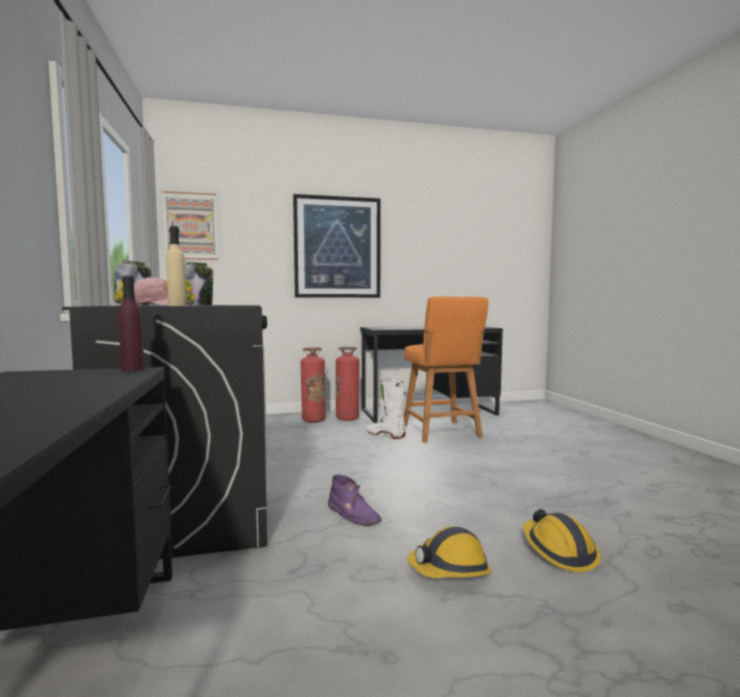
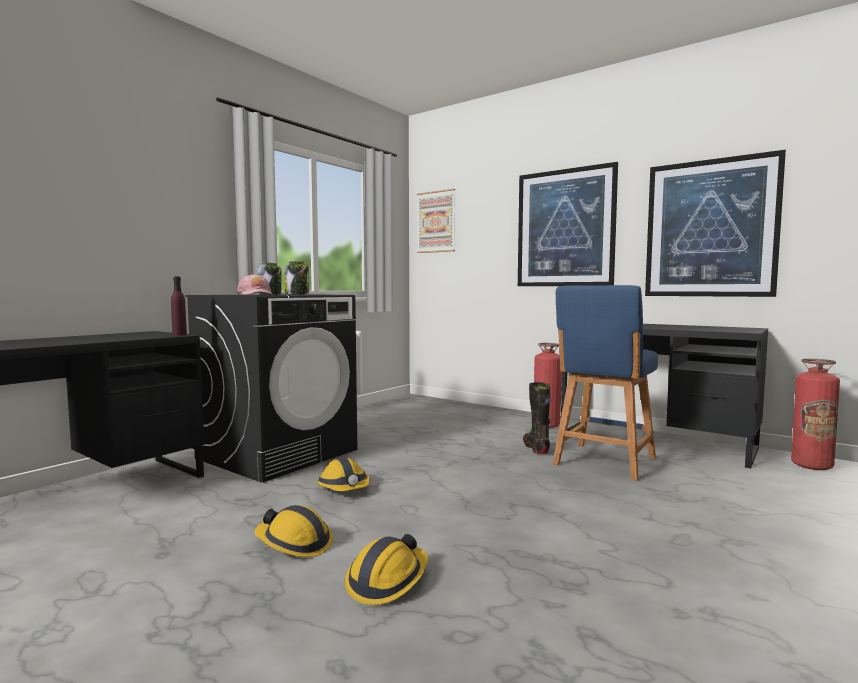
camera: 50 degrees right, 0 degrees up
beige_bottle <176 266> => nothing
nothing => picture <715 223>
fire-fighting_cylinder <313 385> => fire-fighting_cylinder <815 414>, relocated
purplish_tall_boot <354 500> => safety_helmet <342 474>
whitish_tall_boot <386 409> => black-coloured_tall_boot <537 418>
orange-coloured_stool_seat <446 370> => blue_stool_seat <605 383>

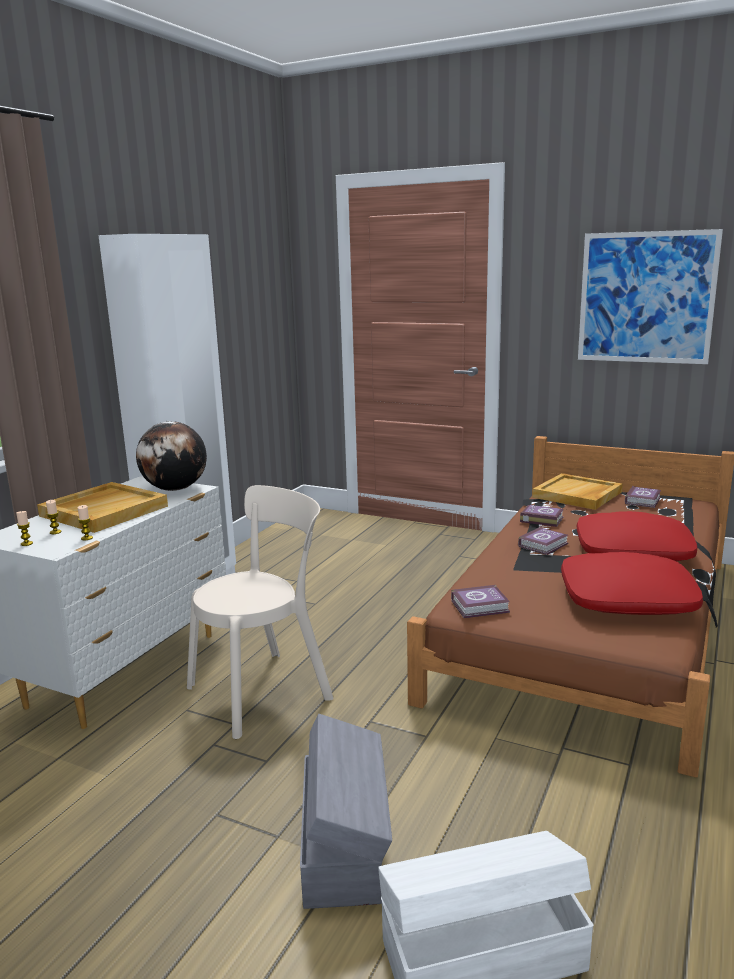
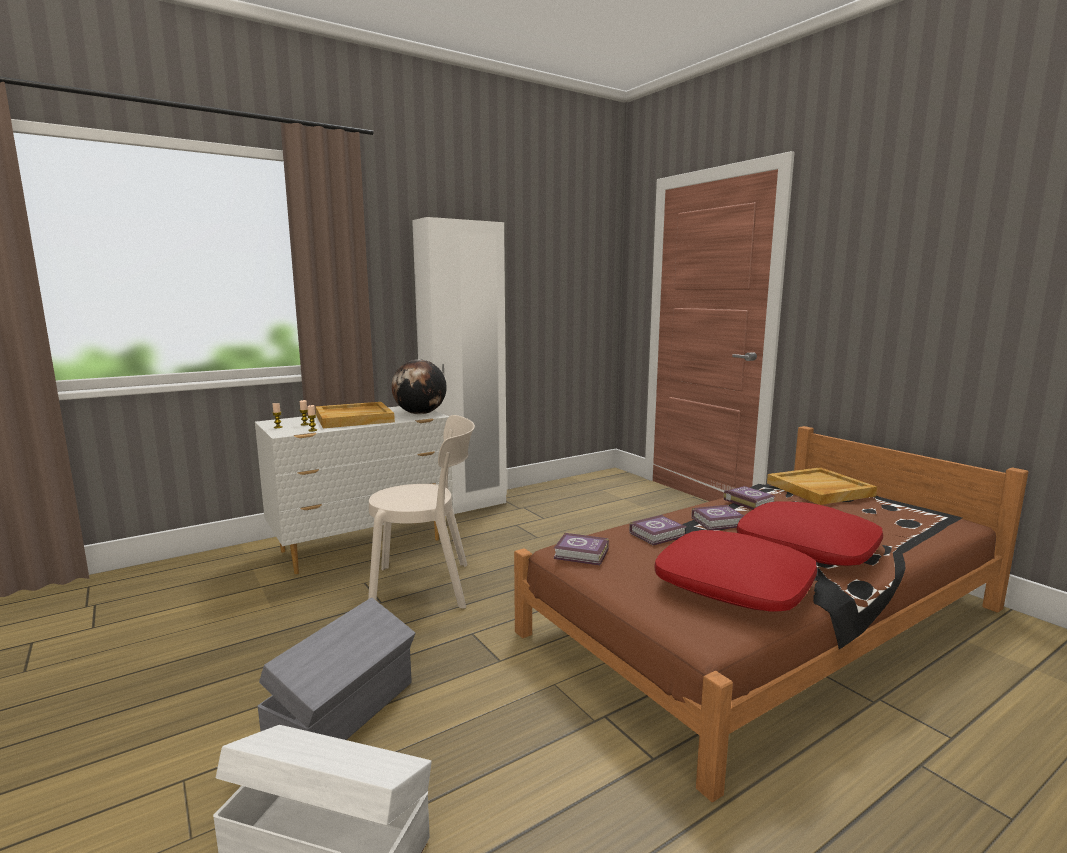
camera: 30 degrees right, 5 degrees down
picture <650 296> => nothing
book <643 497> => book <657 530>, relocated

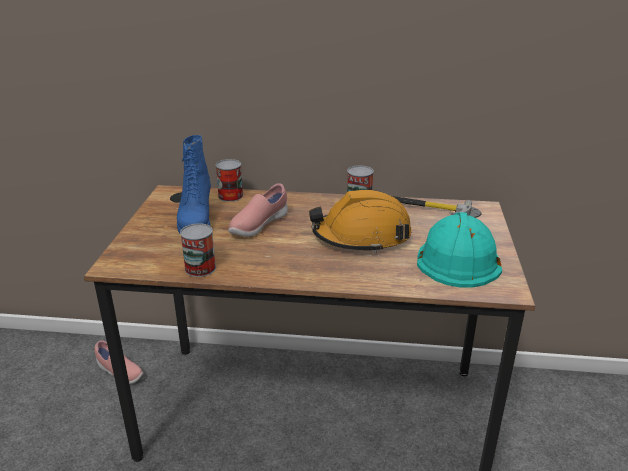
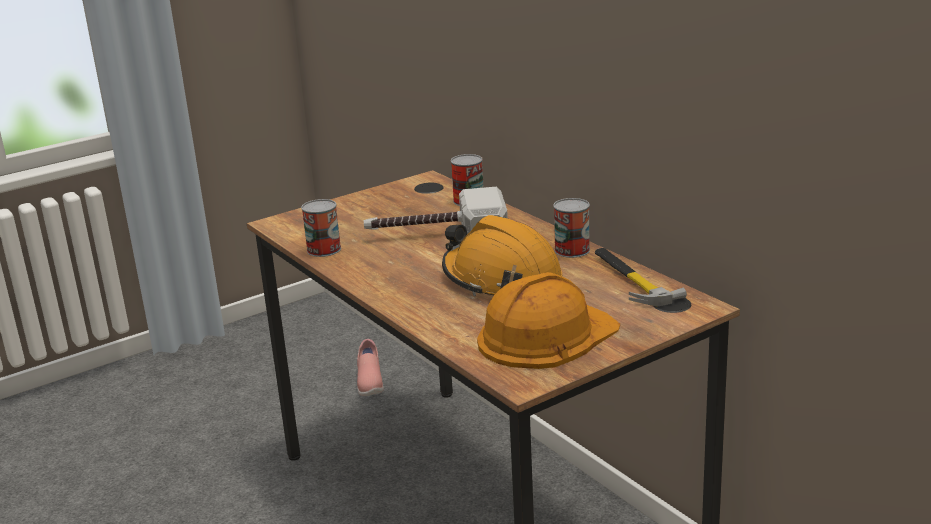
camera: 50 degrees right, 5 degrees down
blue_tall_boot <194 184> => nothing
pink-coloured_shoe <258 210> => tool_hammer <436 210>
turquoise_safety_helmet <459 250> => orange-coloured_safety_helmet <548 320>

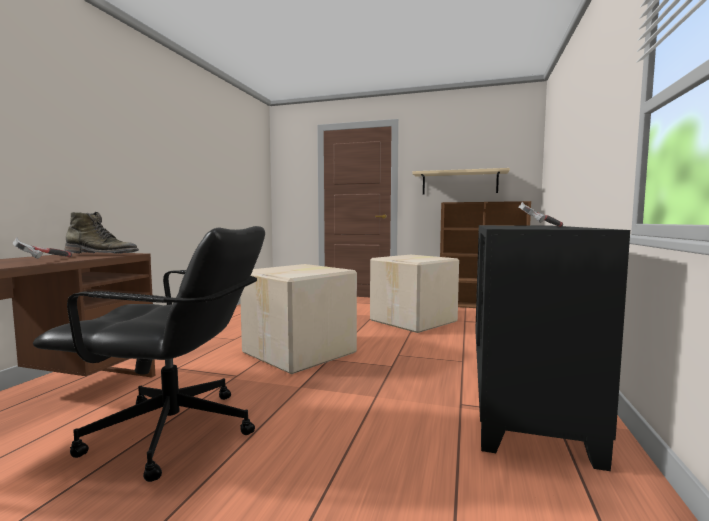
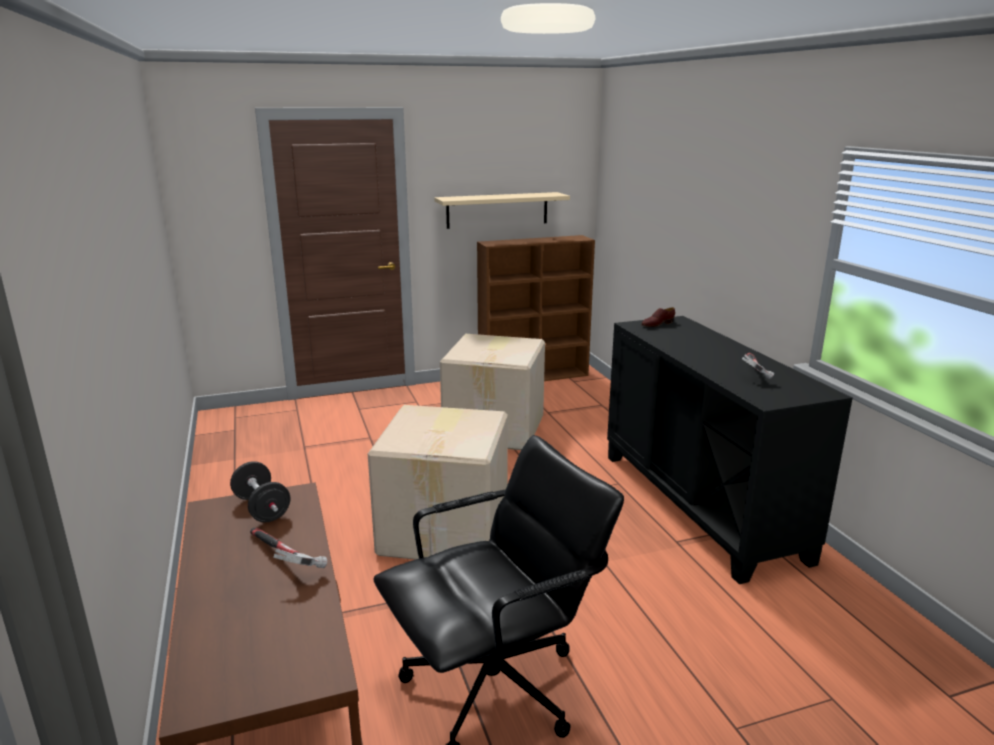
camera: 35 degrees left, 15 degrees up
nothing => brown_shoe <658 317>
green-coloured_tall_boot <101 232> => black-coloured_hand_weight <260 491>

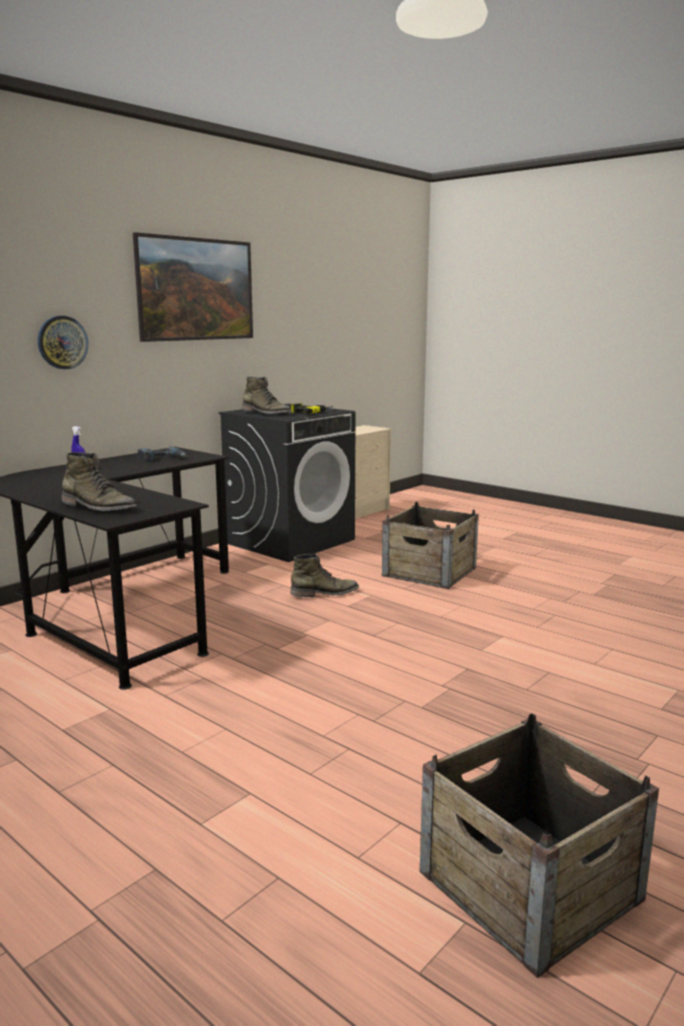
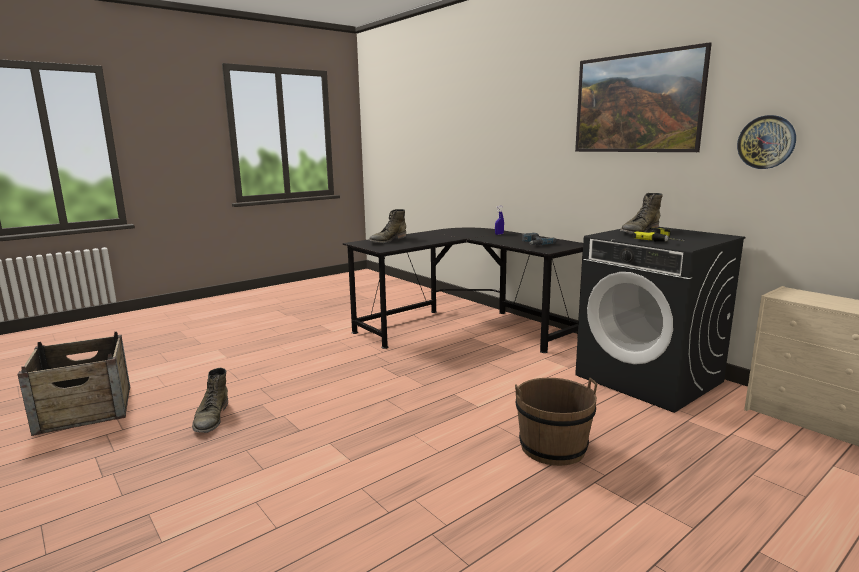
camera: 100 degrees right, 0 degrees up
wall_clock <63 342> => wall_clock <766 142>, relocated
green-coloured_tall_boot <325 575> => green-coloured_tall_boot <210 400>, relocated
crate <430 545> => brown_pail <556 422>

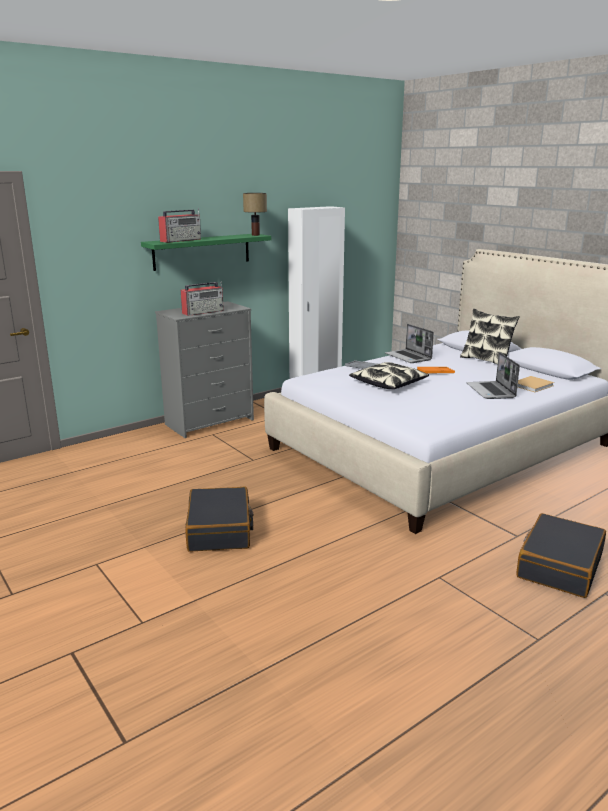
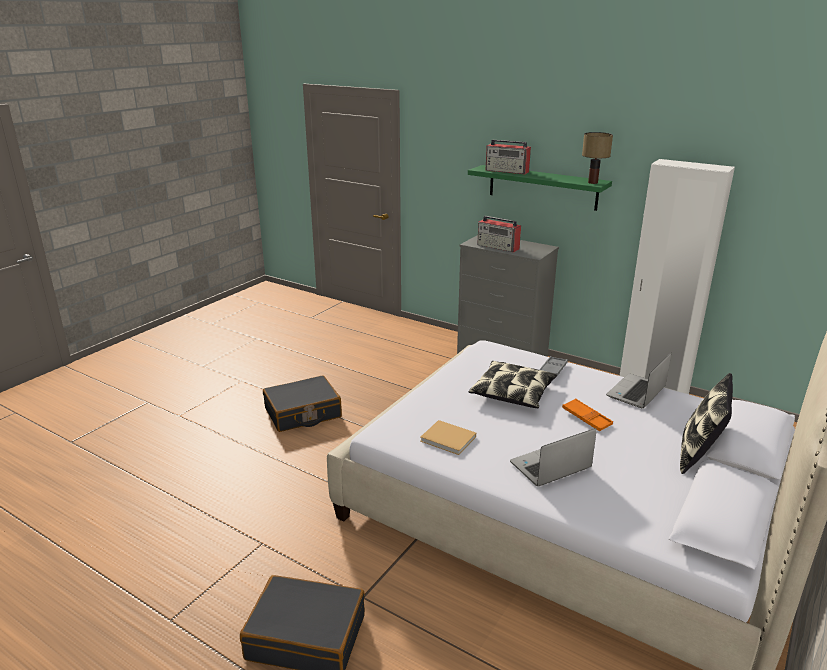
camera: 70 degrees right, 5 degrees up
beige_book <535 384> => beige_book <448 437>, relocated

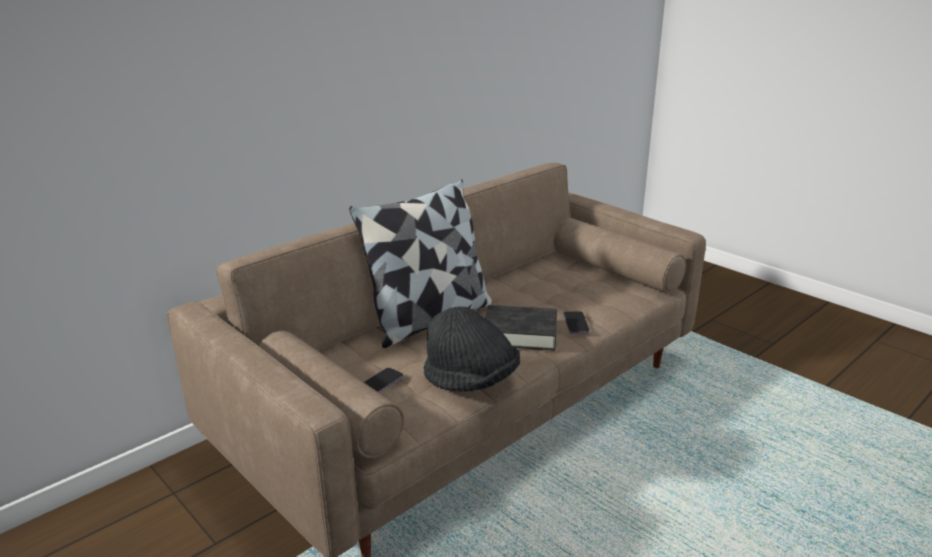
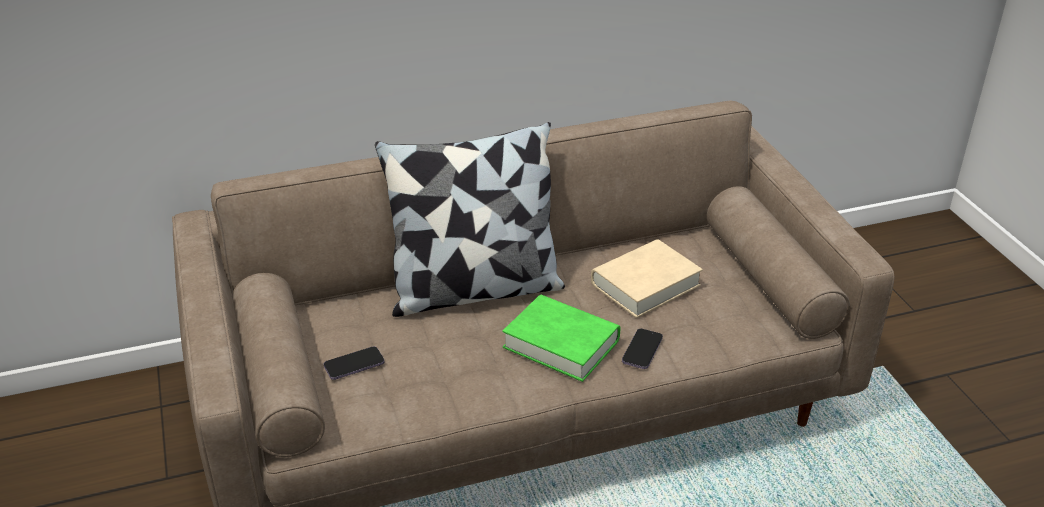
camera: 25 degrees right, 10 degrees up
black-coloured_wearable_hat <472 349> => nothing
nothing => beige_book <647 278>
black-coloured_book <521 327> => green-coloured_book <561 338>

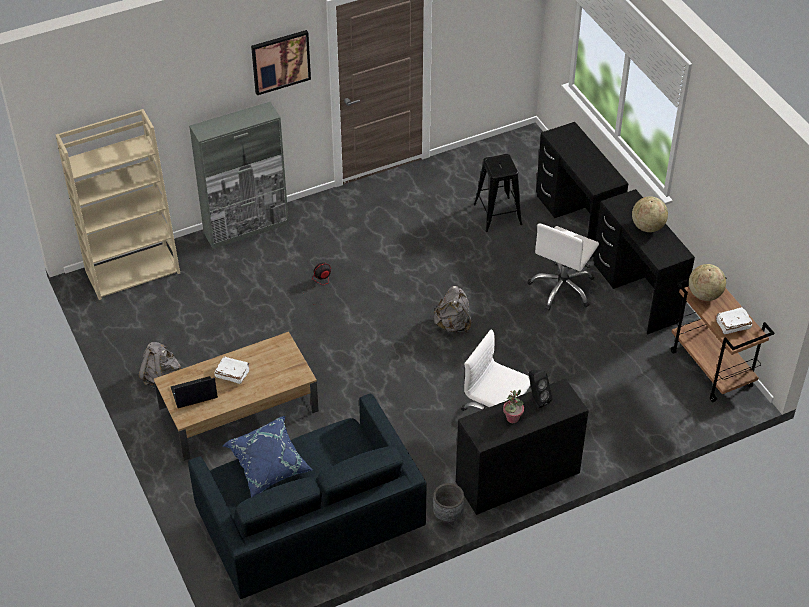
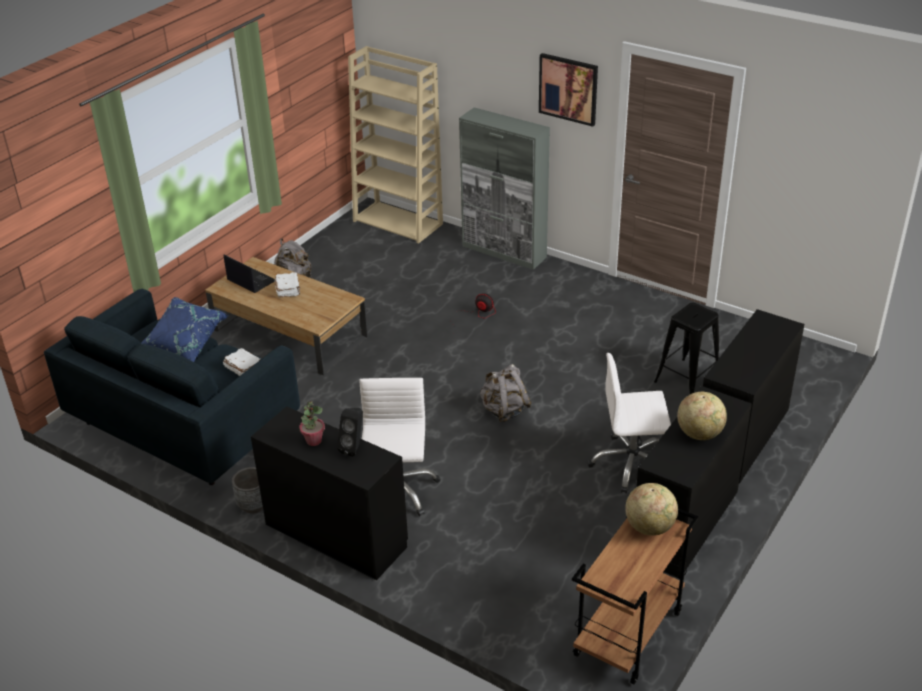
camera: 60 degrees right, 10 degrees down
whitish_book <734 320> => whitish_book <242 362>, relocated

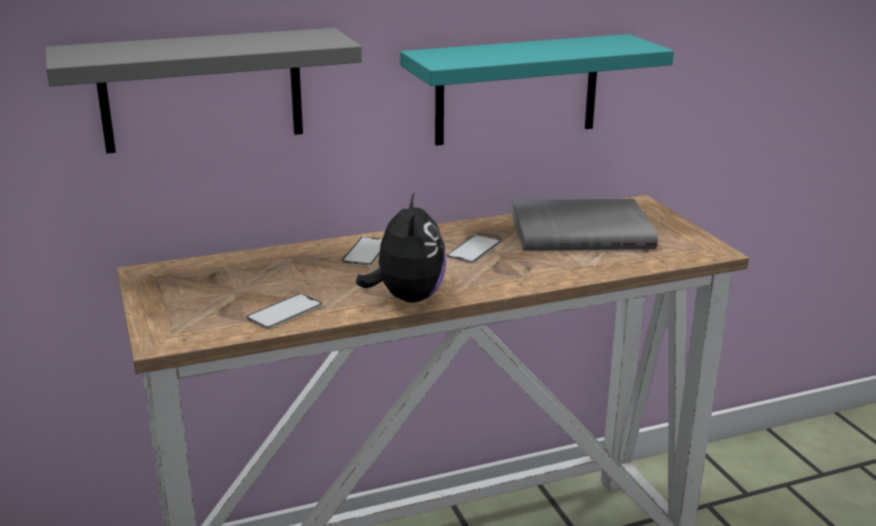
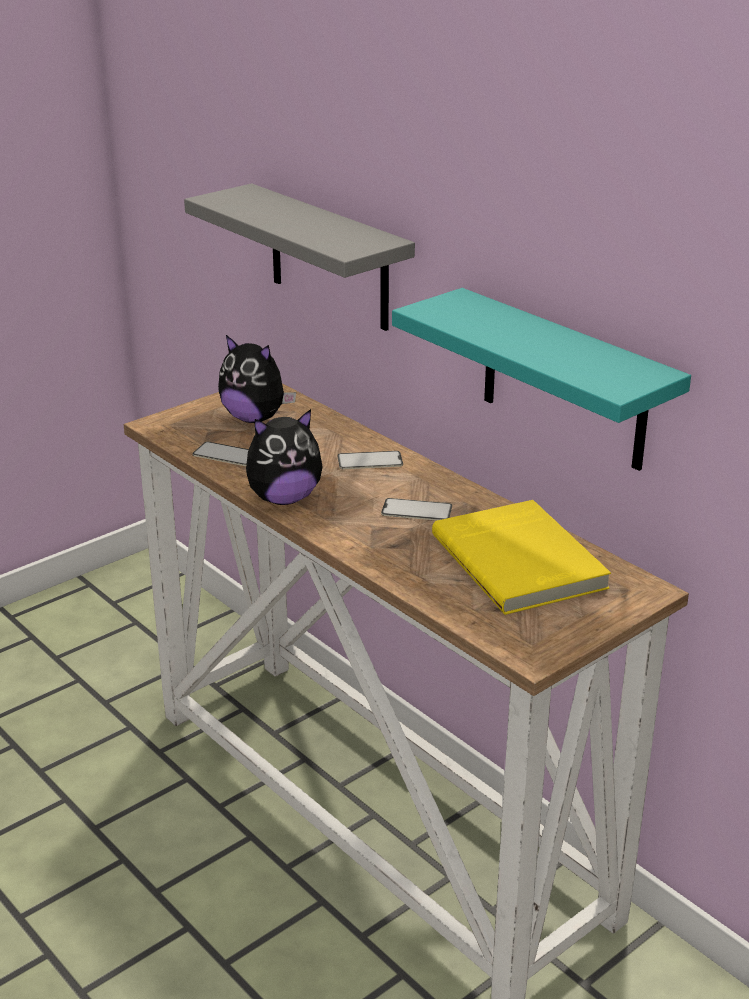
camera: 70 degrees right, 5 degrees up
nothing => soft_toy <257 379>
greyish_book <585 225> => yellowish_book <521 557>

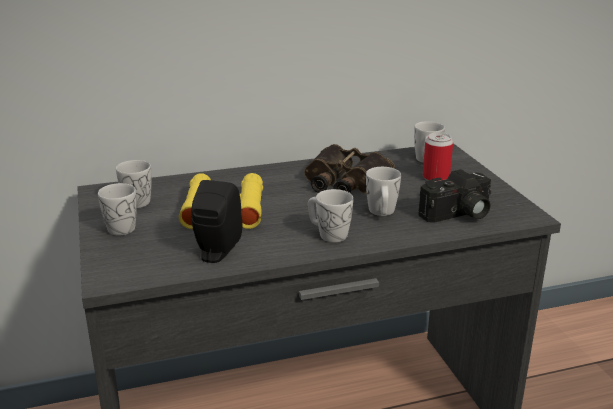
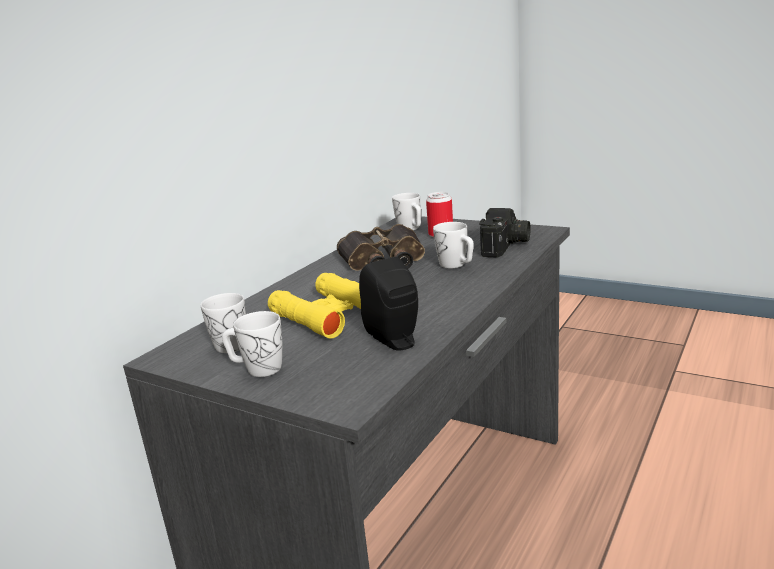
camera: 40 degrees left, 5 degrees down
whitish_mug <330 215> => nothing

